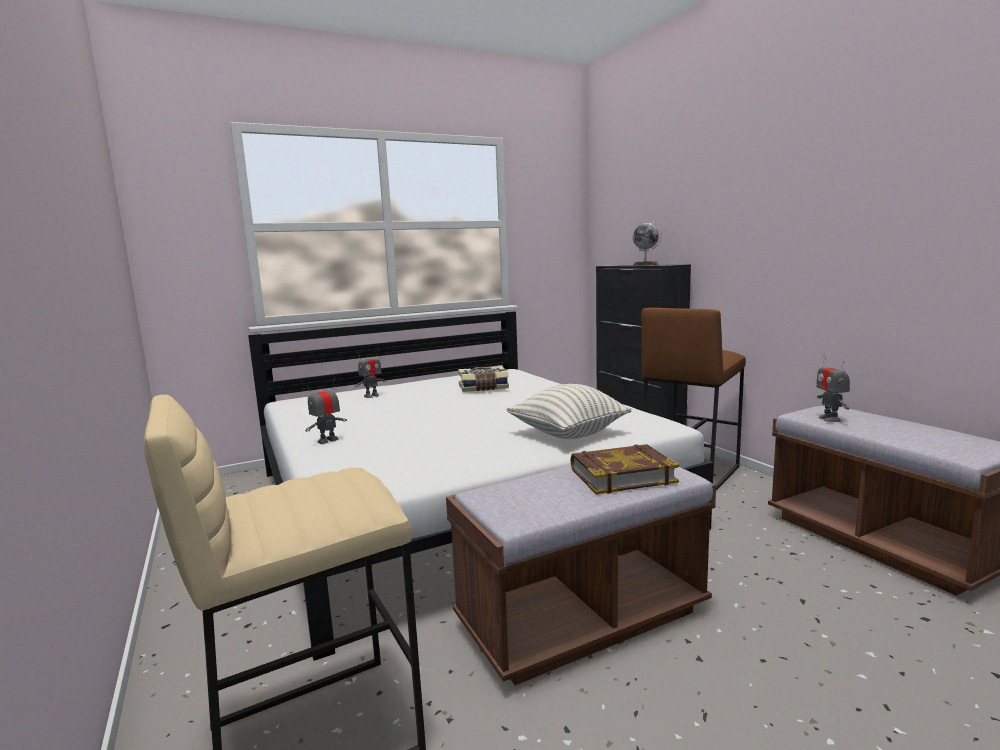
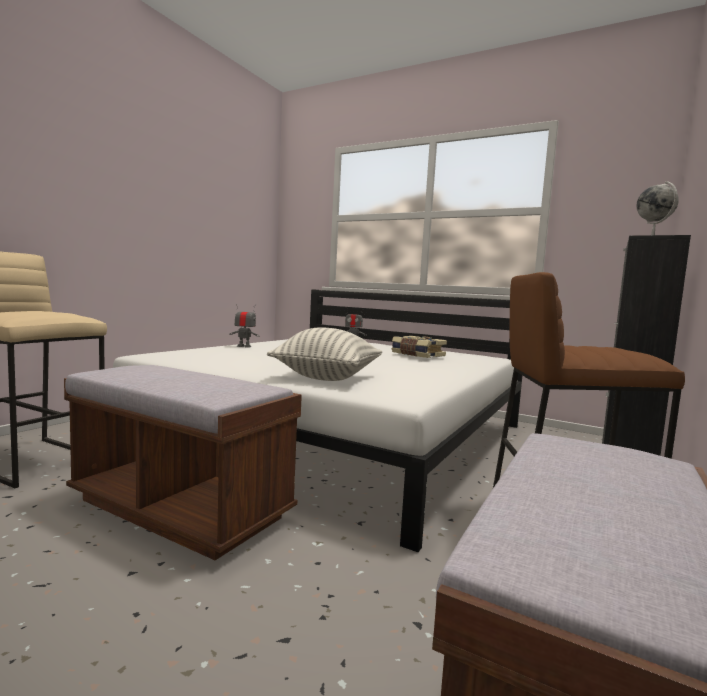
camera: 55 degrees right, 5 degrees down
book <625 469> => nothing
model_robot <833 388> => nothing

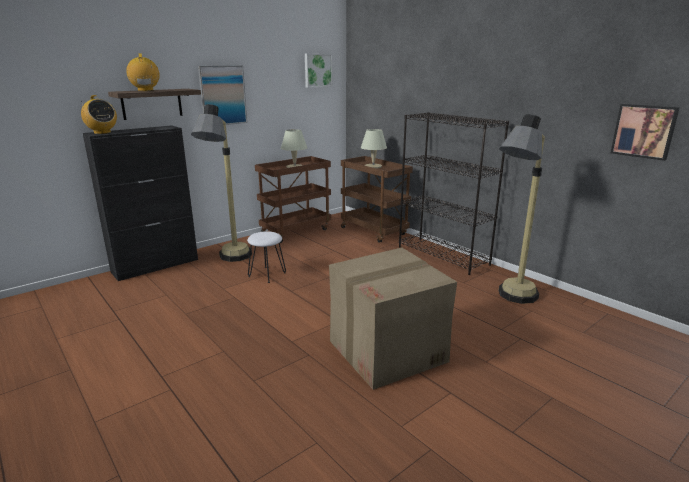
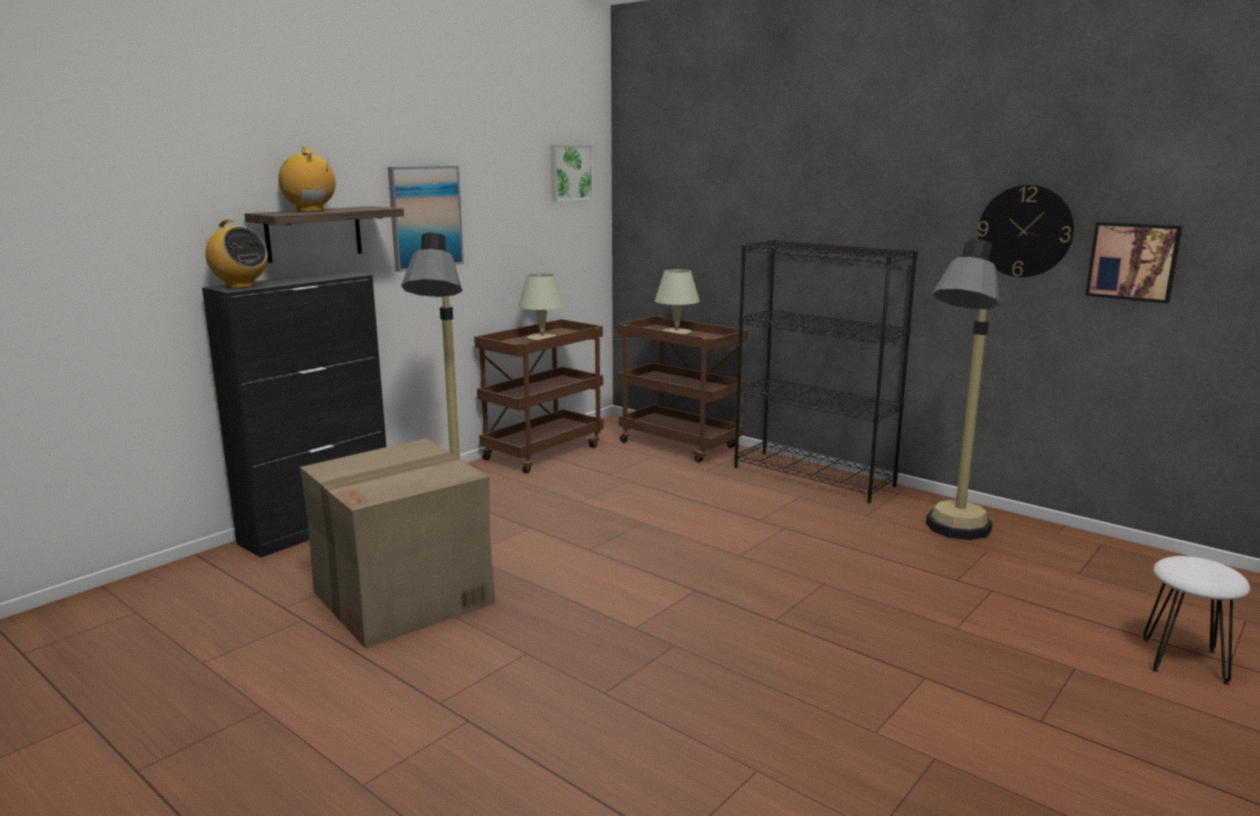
camera: 10 degrees left, 5 degrees down
nothing => wall_clock <1026 231>
whitish_stool_seat <266 257> => whitish_stool_seat <1196 620>, relocated
carton <393 319> => carton <397 543>, relocated

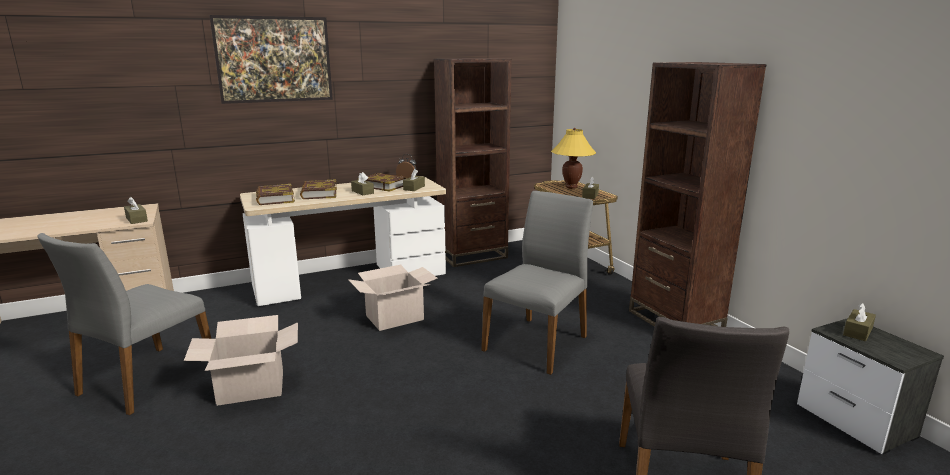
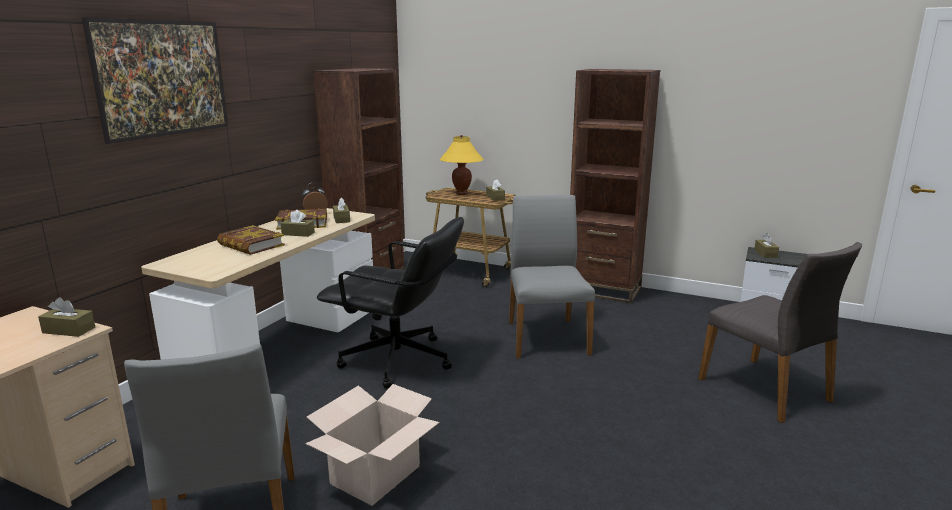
camera: 40 degrees left, 0 degrees up
book <275 194> => nothing
carton <392 298> => black-coloured_office_chair <390 303>

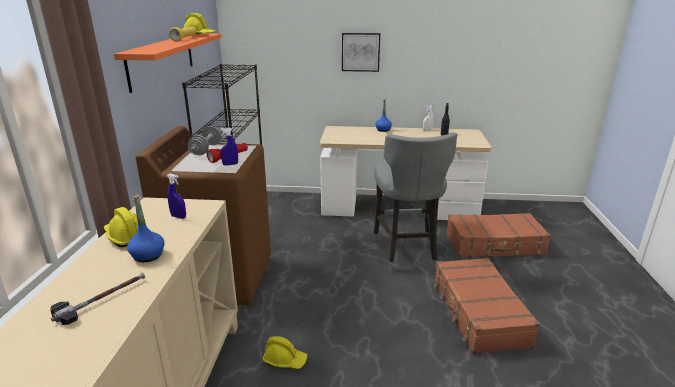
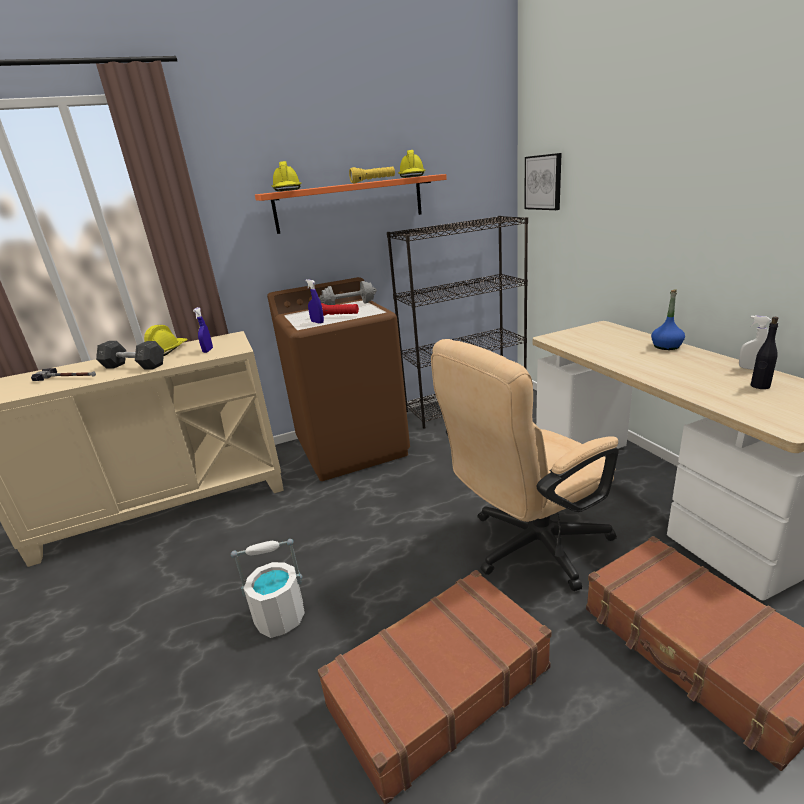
camera: 65 degrees right, 0 degrees up
nothing => whitish_pail <268 588>
yellowish_safety_helmet <285 352> => yellowish_safety_helmet <286 176>, relocated
picture <361 52> => picture <543 181>, relocated
blue_bottle <146 228> => greyish_hand_weight <130 355>
greyish_stool_seat <415 202> => beige_office_chair <525 465>

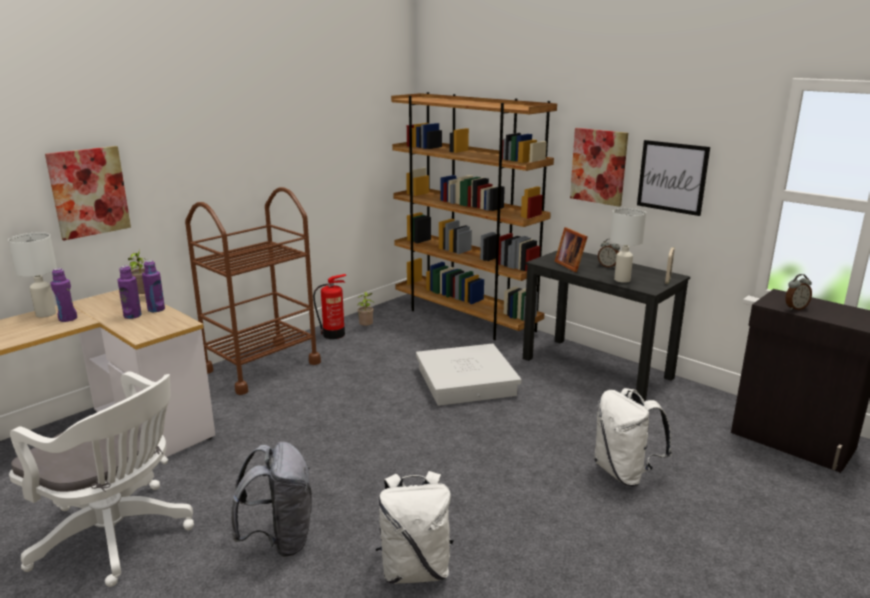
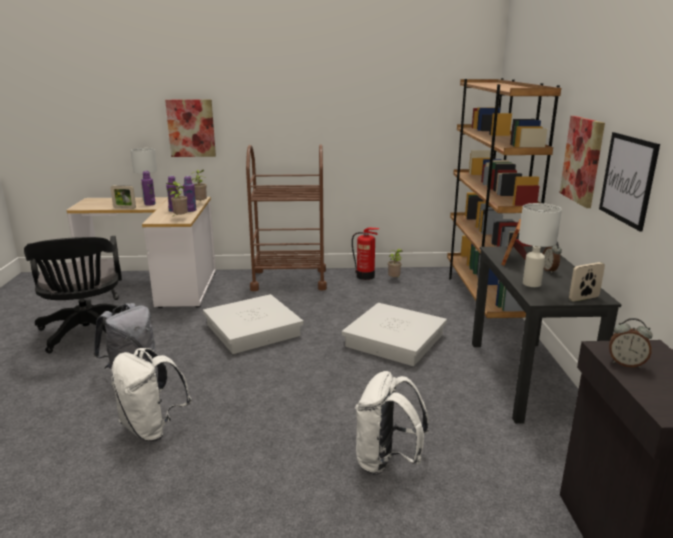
camera: 45 degrees right, 0 degrees up
nothing => picture_frame <123 197>
nothing => potted_plant <177 199>
nothing => whitish_storage_box <253 324>
whitish_office_chair <101 479> => black-coloured_office_chair <73 294>

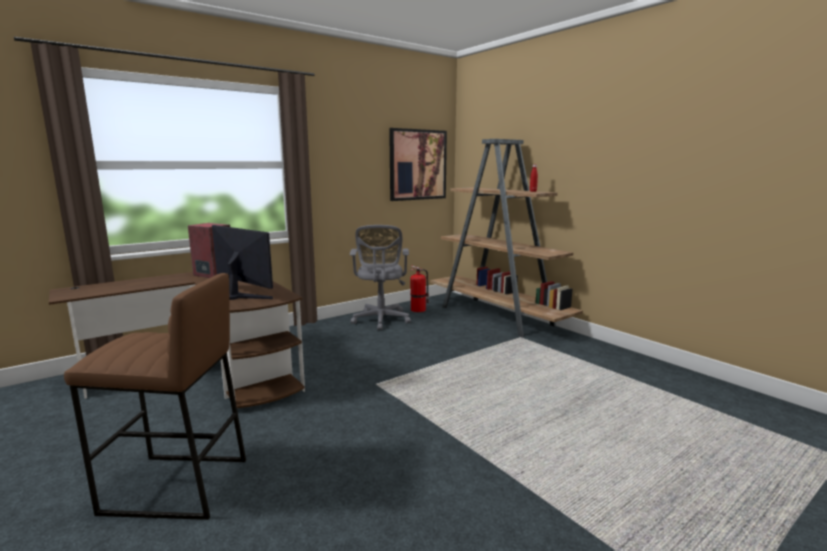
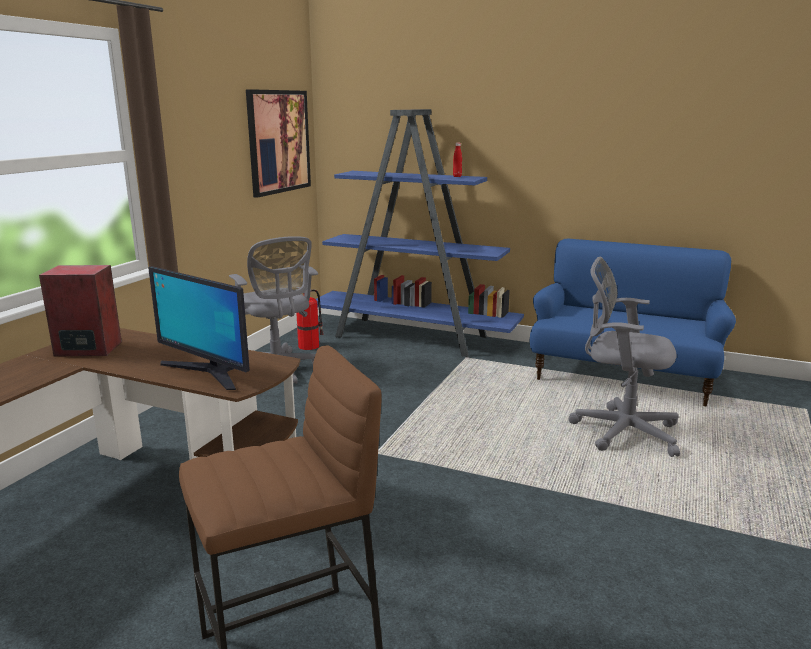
camera: 30 degrees left, 5 degrees up
nothing => blue_couch <633 322>
nothing => greyish_office_chair <624 357>
brown_bookshelf <506 238> => blue_bookshelf <420 233>
computer_display <242 262> => computer_display <199 328>, 150 degrees counterclockwise

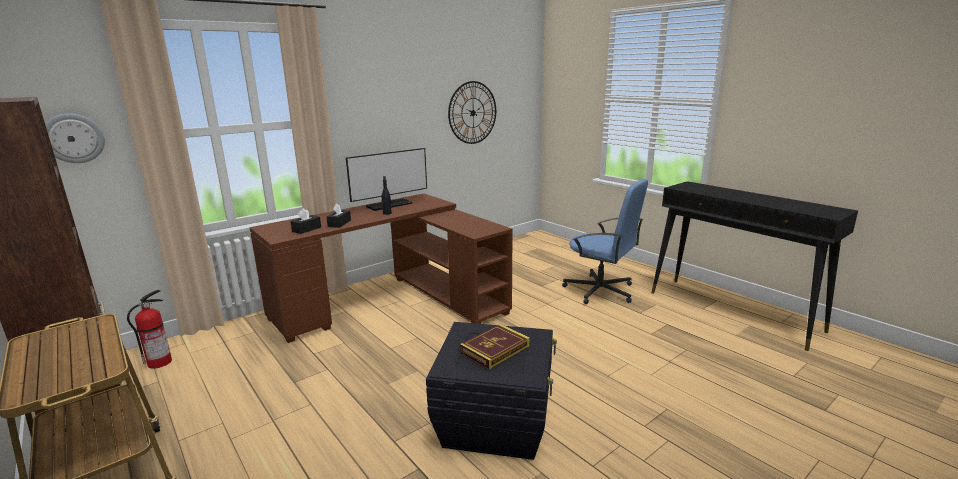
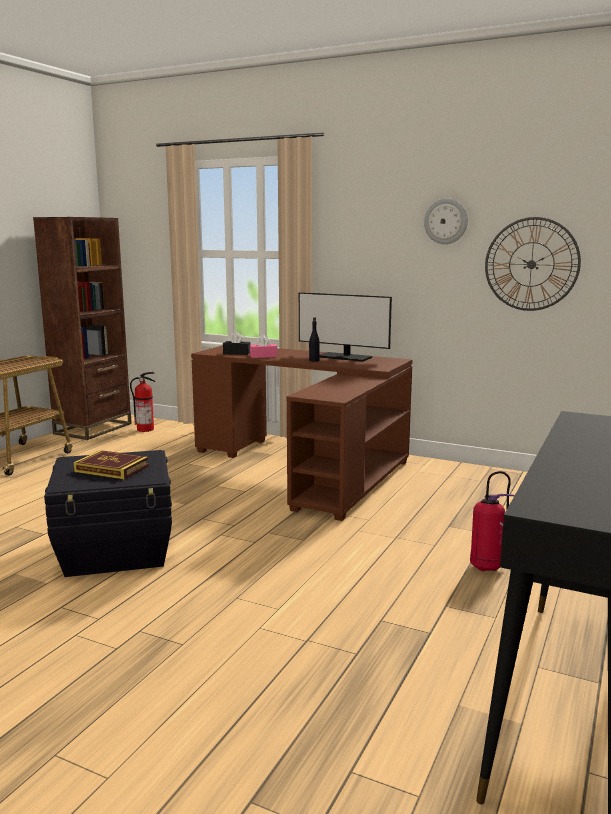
camera: 65 degrees right, 5 degrees down
wall_clock <75 138> => wall_clock <446 221>, relocated
blue_office_chair <605 241> => fire-fighting_cylinder <492 521>
black-coloured_tissue_holder <339 215> => pink-coloured_tissue_holder <263 346>

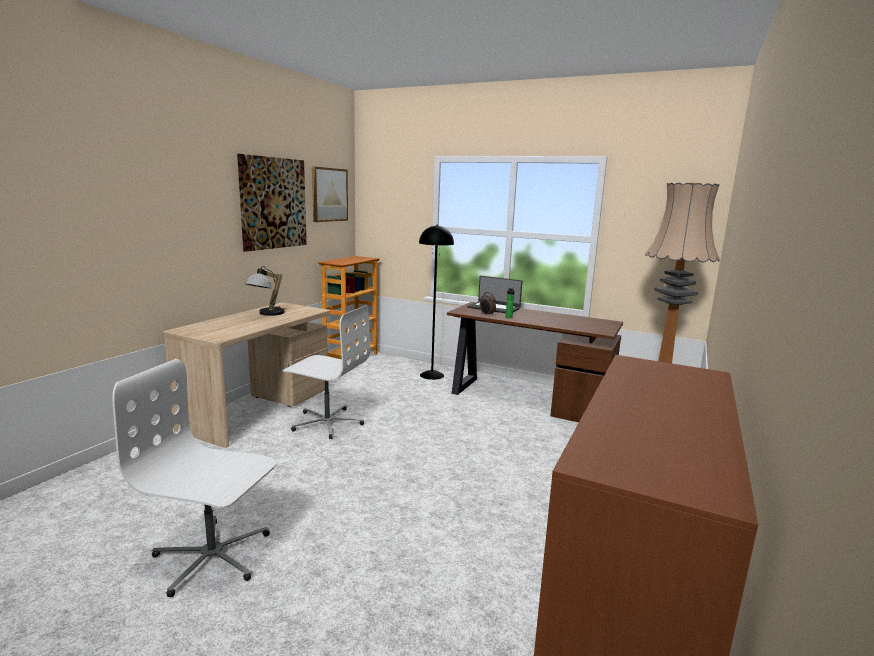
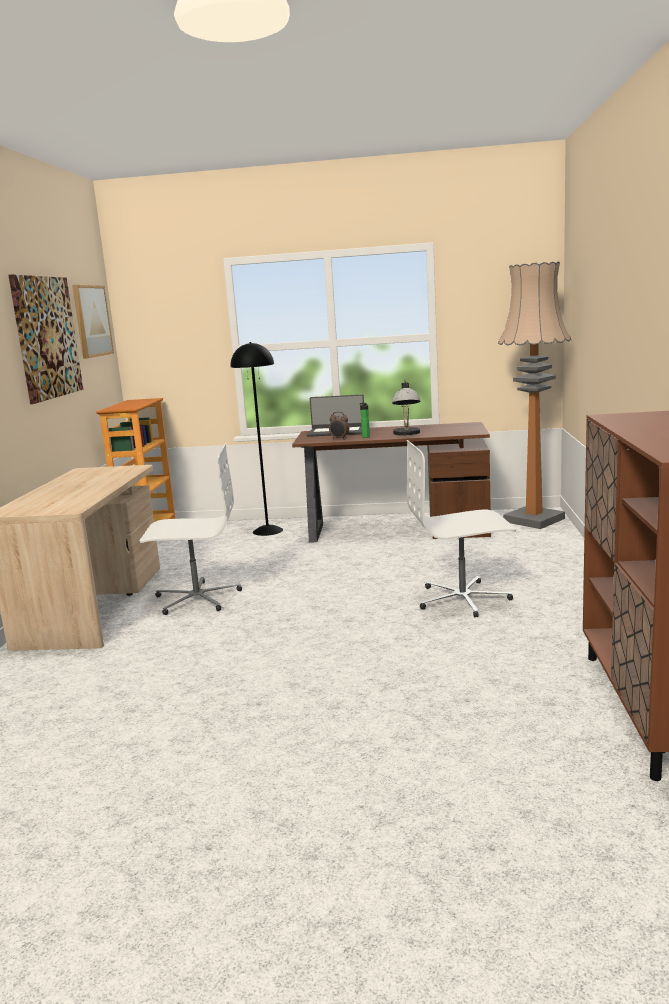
camera: 20 degrees left, 0 degrees up
whitish_office_chair <194 478> => whitish_office_chair <461 529>, relocated
lamp_for_a_table <265 291> => lamp_for_a_table <406 408>, relocated

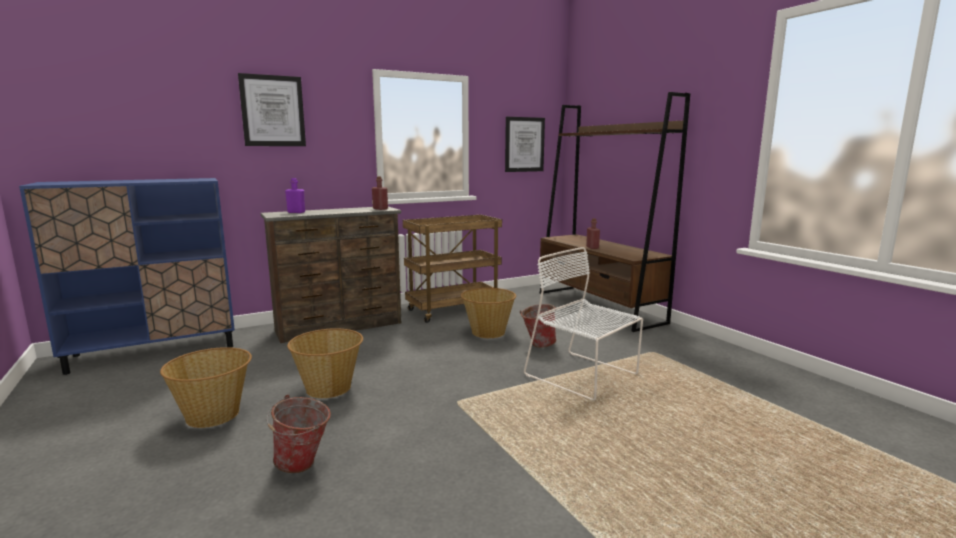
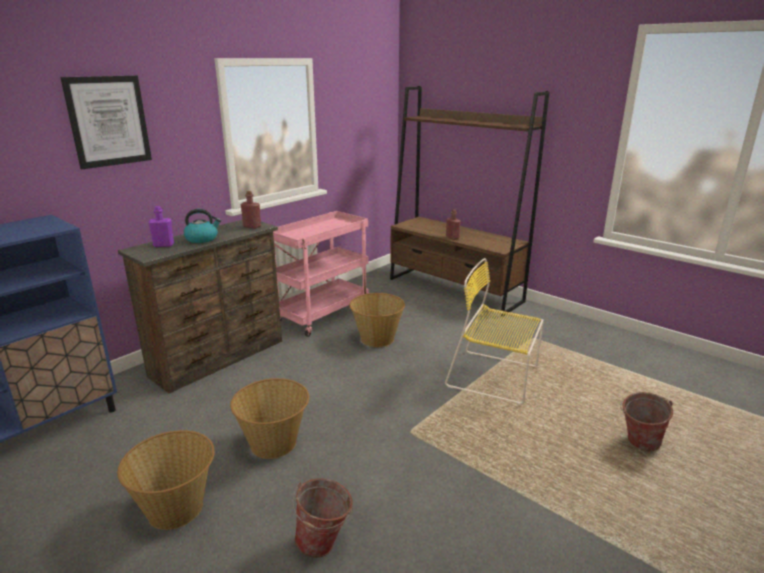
camera: 20 degrees left, 10 degrees up
picture <525 144> => nothing
nothing => tea_kettle <202 226>
pail <538 326> => pail <646 421>, relocated
brown_wheeled_cart <452 269> => pink-coloured_wheeled_cart <321 274>
whitish_plain_chair <583 324> => yellowish_plain_chair <494 331>

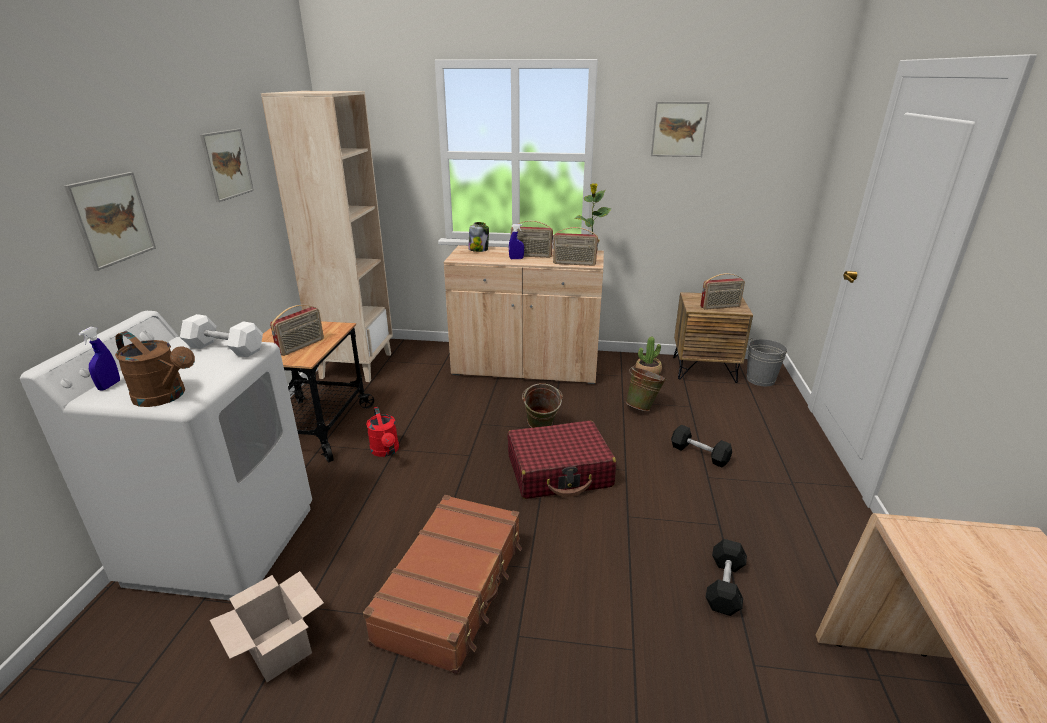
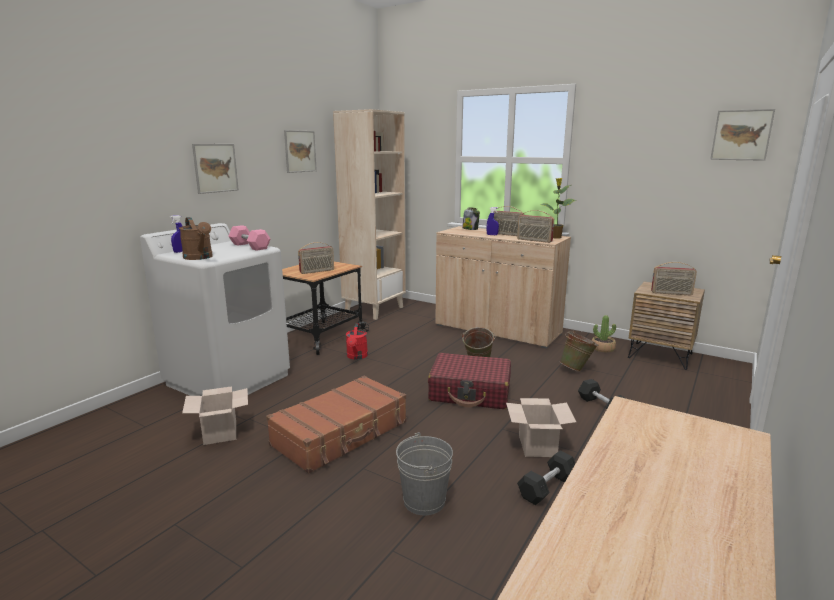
camera: 25 degrees right, 10 degrees down
nothing => carton <541 427>
picture <680 129> => picture <742 135>, relocated
greyish_pail <767 362> => greyish_pail <424 473>, relocated
whitish_hand_weight <221 335> => pink-coloured_hand_weight <249 238>

